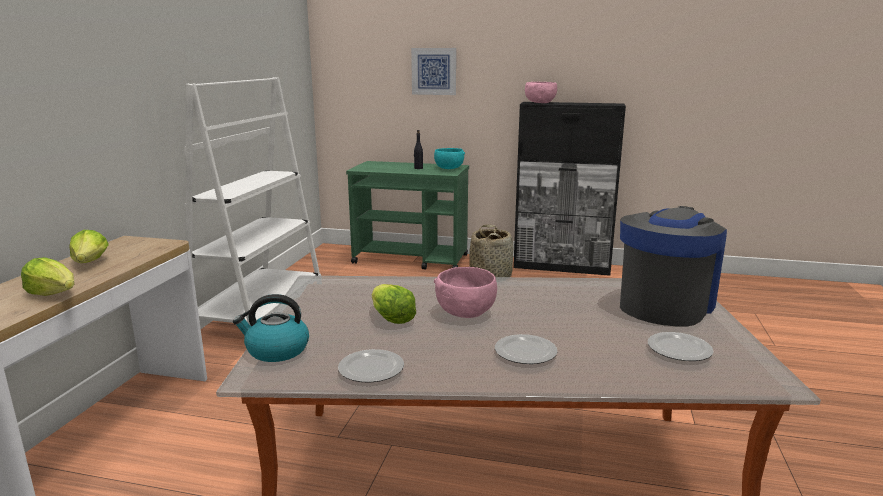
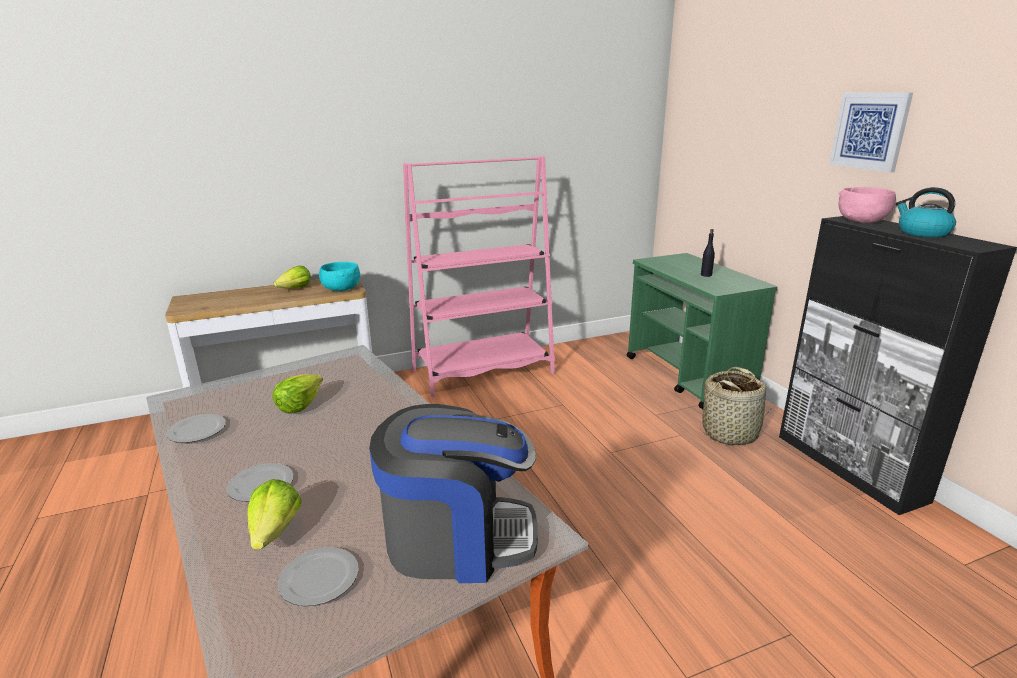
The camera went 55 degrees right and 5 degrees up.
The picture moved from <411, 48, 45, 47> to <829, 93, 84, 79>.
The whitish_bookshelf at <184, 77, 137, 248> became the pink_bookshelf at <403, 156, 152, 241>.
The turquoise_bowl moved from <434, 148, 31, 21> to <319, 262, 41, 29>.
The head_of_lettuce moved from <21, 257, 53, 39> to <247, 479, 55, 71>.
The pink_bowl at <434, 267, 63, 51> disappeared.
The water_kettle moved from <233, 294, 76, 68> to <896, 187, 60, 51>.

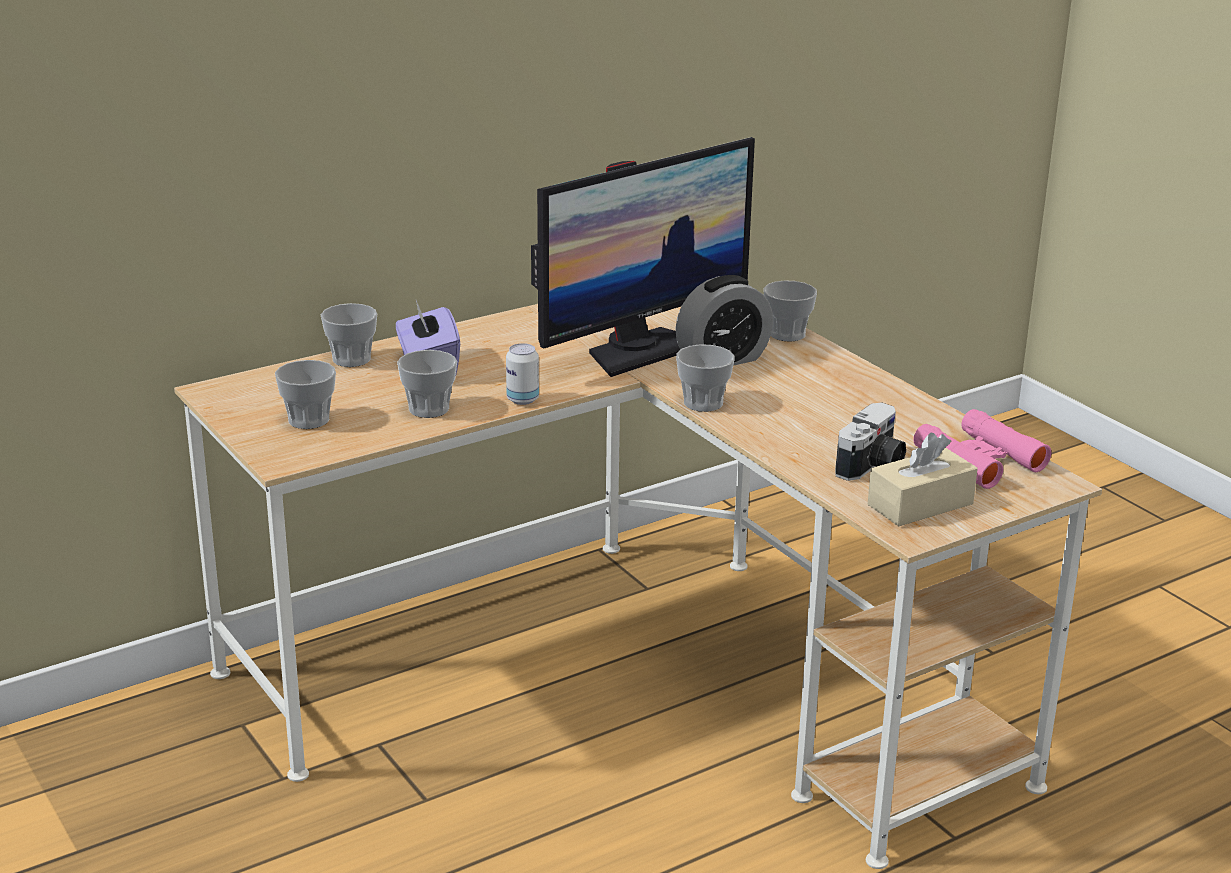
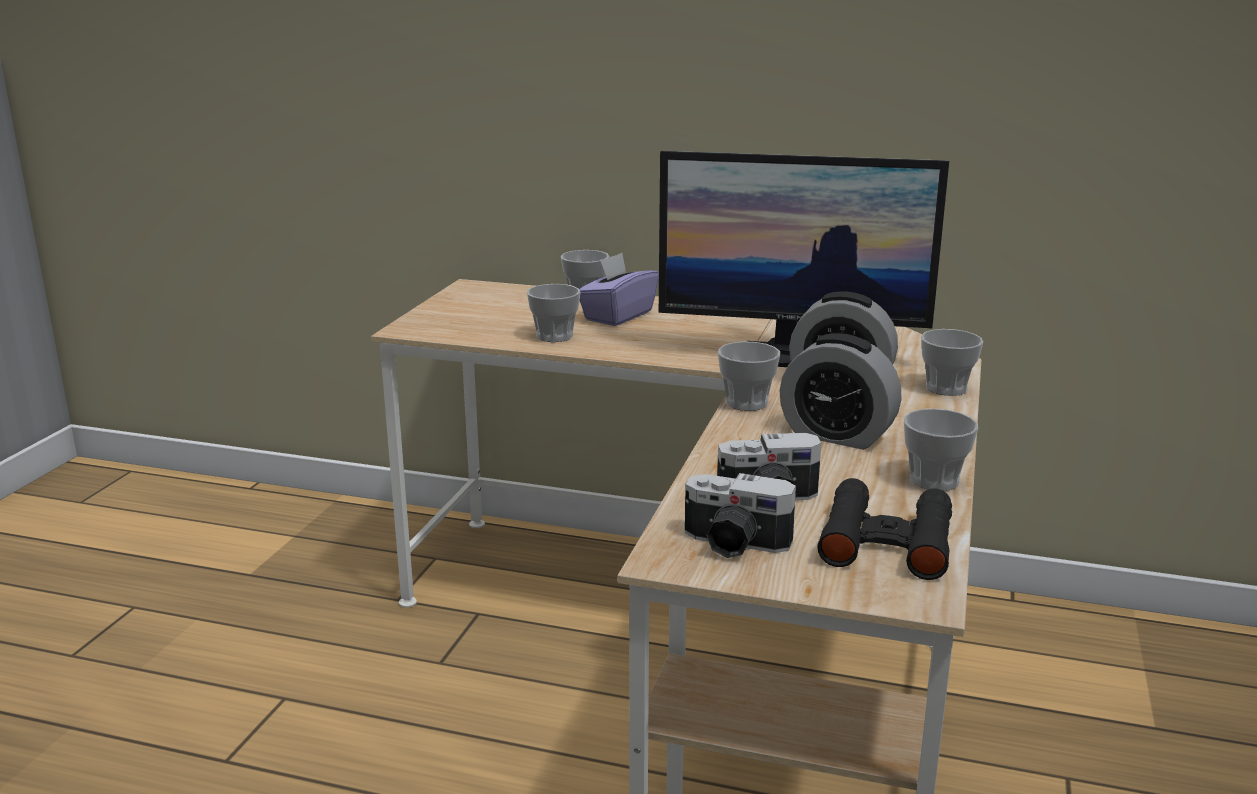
The camera went 50 degrees right and 5 degrees down.
The can at <506, 343, 33, 62> disappeared.
The drinking_cup moved from <275, 360, 61, 69> to <904, 408, 74, 83>.
The pink_binoculars at <913, 409, 138, 80> became the black_binoculars at <817, 478, 135, 102>.
The beige-coloured_tissue_holder at <868, 433, 110, 93> was replaced by the photo_camera at <685, 473, 111, 85>.
The table_clock at <780, 333, 122, 117> appeared.

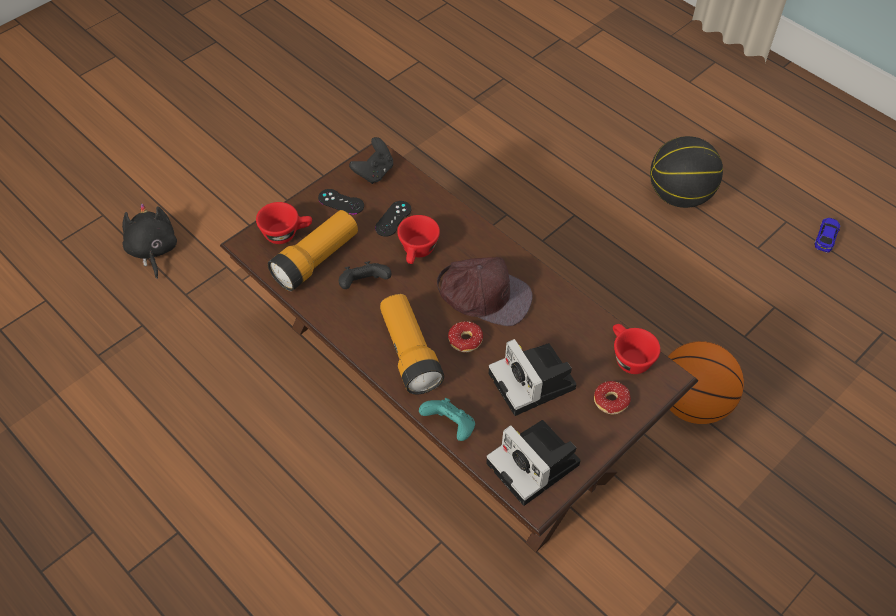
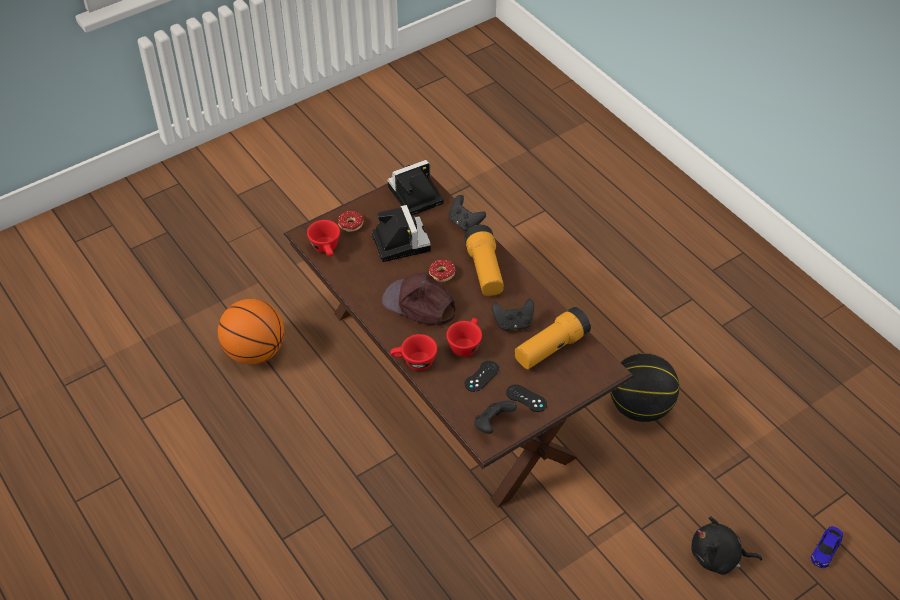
The camera went 170 degrees left and 5 degrees down.
The basketball moved from <650, 136, 73, 72> to <610, 353, 69, 69>.
The red_drinking_cup moved from <256, 202, 56, 42> to <390, 334, 47, 37>.
The black_cuddly_toy at <122, 203, 55, 76> turned 105 degrees clockwise.
The model_car moved from <814, 218, 26, 35> to <810, 526, 33, 42>.
The turquoise_game_controller at <419, 398, 56, 43> became the black_game_controller at <449, 195, 37, 36>.
The photo_camera at <486, 420, 95, 86> turned 90 degrees counterclockwise.

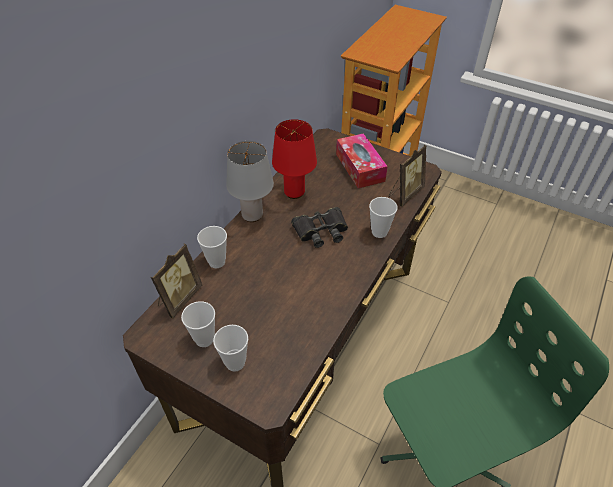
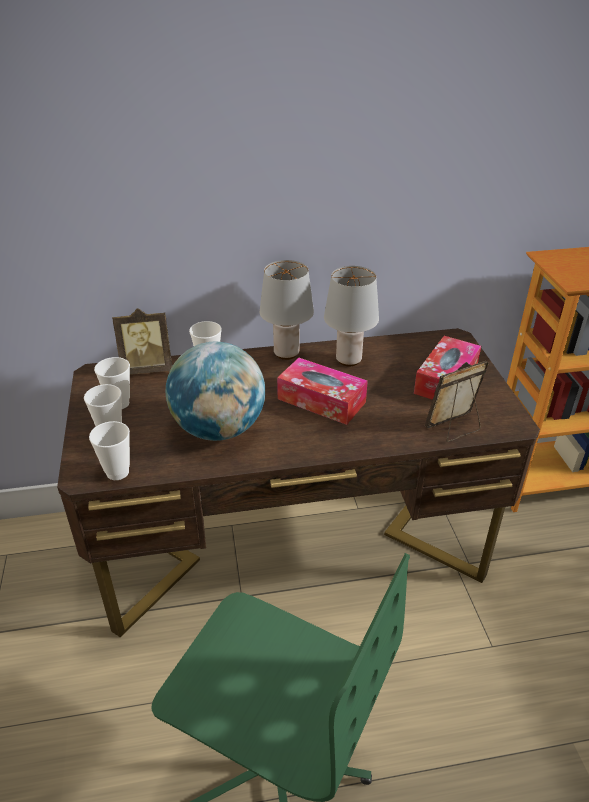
The camera went 50 degrees right and 10 degrees down.
The red_table_lamp at <272, 119, 45, 80> became the greyish_table_lamp at <324, 266, 55, 101>.
The standing_frame at <389, 145, 37, 62> turned 150 degrees clockwise.
The drinking_cup moved from <369, 197, 28, 41> to <89, 421, 41, 59>.
The black_binoculars at <291, 207, 57, 41> was replaced by the tissue_holder at <277, 358, 91, 67>.
The desk_globe at <166, 342, 99, 99> appeared.

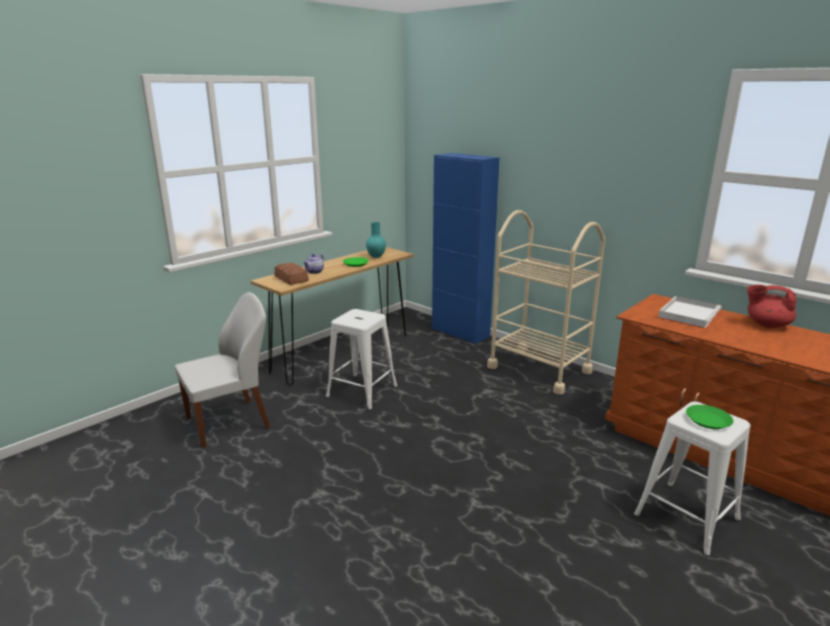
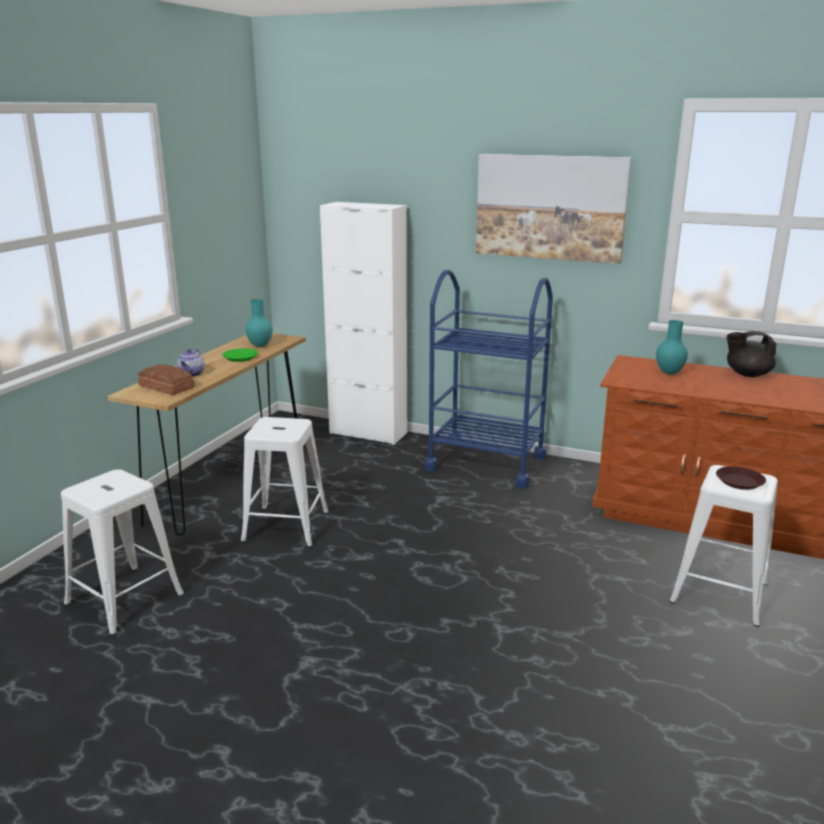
The camera went 20 degrees left and 0 degrees up.
The blue-coloured_storage_cabinet at <432, 153, 68, 191> became the whitish_storage_cabinet at <320, 202, 87, 243>.
The beige-coloured_cart at <487, 210, 118, 185> became the blue-coloured_cart at <425, 270, 128, 218>.
The red_tea_pot at <747, 285, 50, 43> became the black_tea_pot at <726, 331, 51, 46>.
The whitish_upright_chair at <175, 292, 95, 156> was replaced by the whitish_stool at <61, 469, 123, 167>.
The whitish_carrying_tray at <658, 296, 64, 32> was replaced by the turquoise_flower_vase at <656, 320, 32, 54>.
The green-coloured_plate at <686, 405, 48, 24> became the brown_plate at <716, 466, 50, 24>.
The picture at <476, 154, 156, 110> appeared.

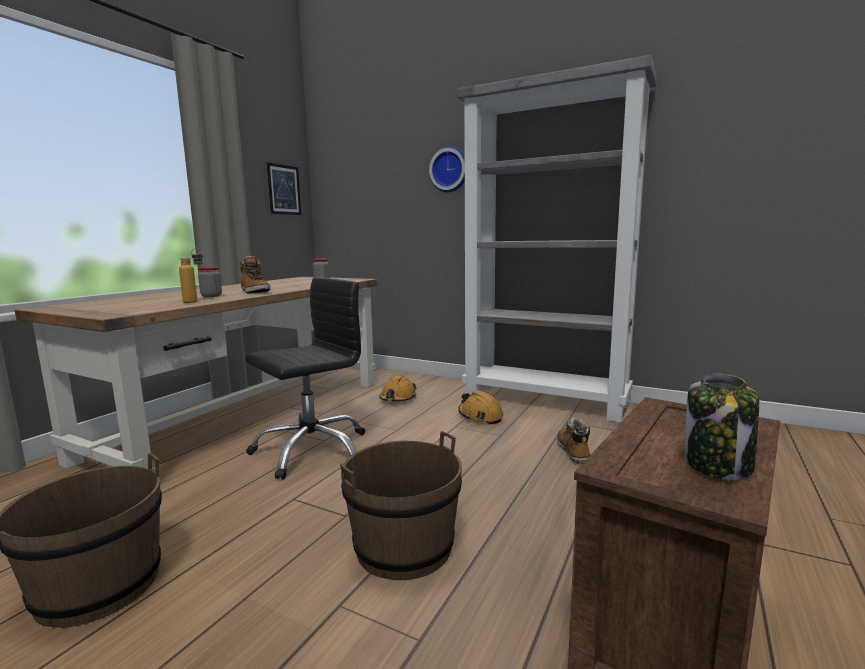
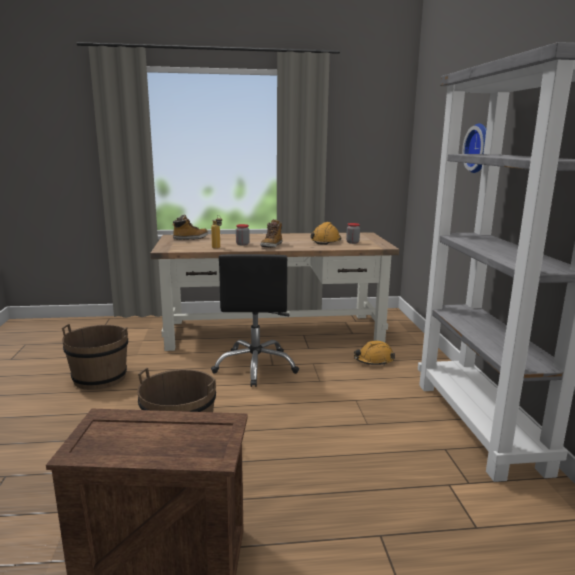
The camera went 55 degrees right and 5 degrees up.
The picture at <267, 162, 34, 53> disappeared.
The black_desk_chair at <245, 277, 120, 202> turned 75 degrees clockwise.
The jar at <685, 374, 74, 106> disappeared.
The orangey_safety_helmet moved from <458, 390, 46, 35> to <310, 222, 31, 23>.
The tall_boot moved from <557, 417, 33, 47> to <172, 215, 36, 25>.

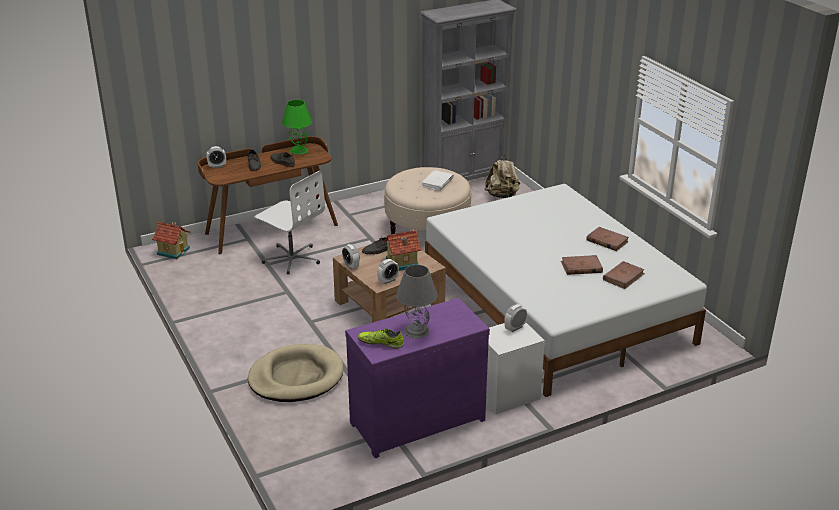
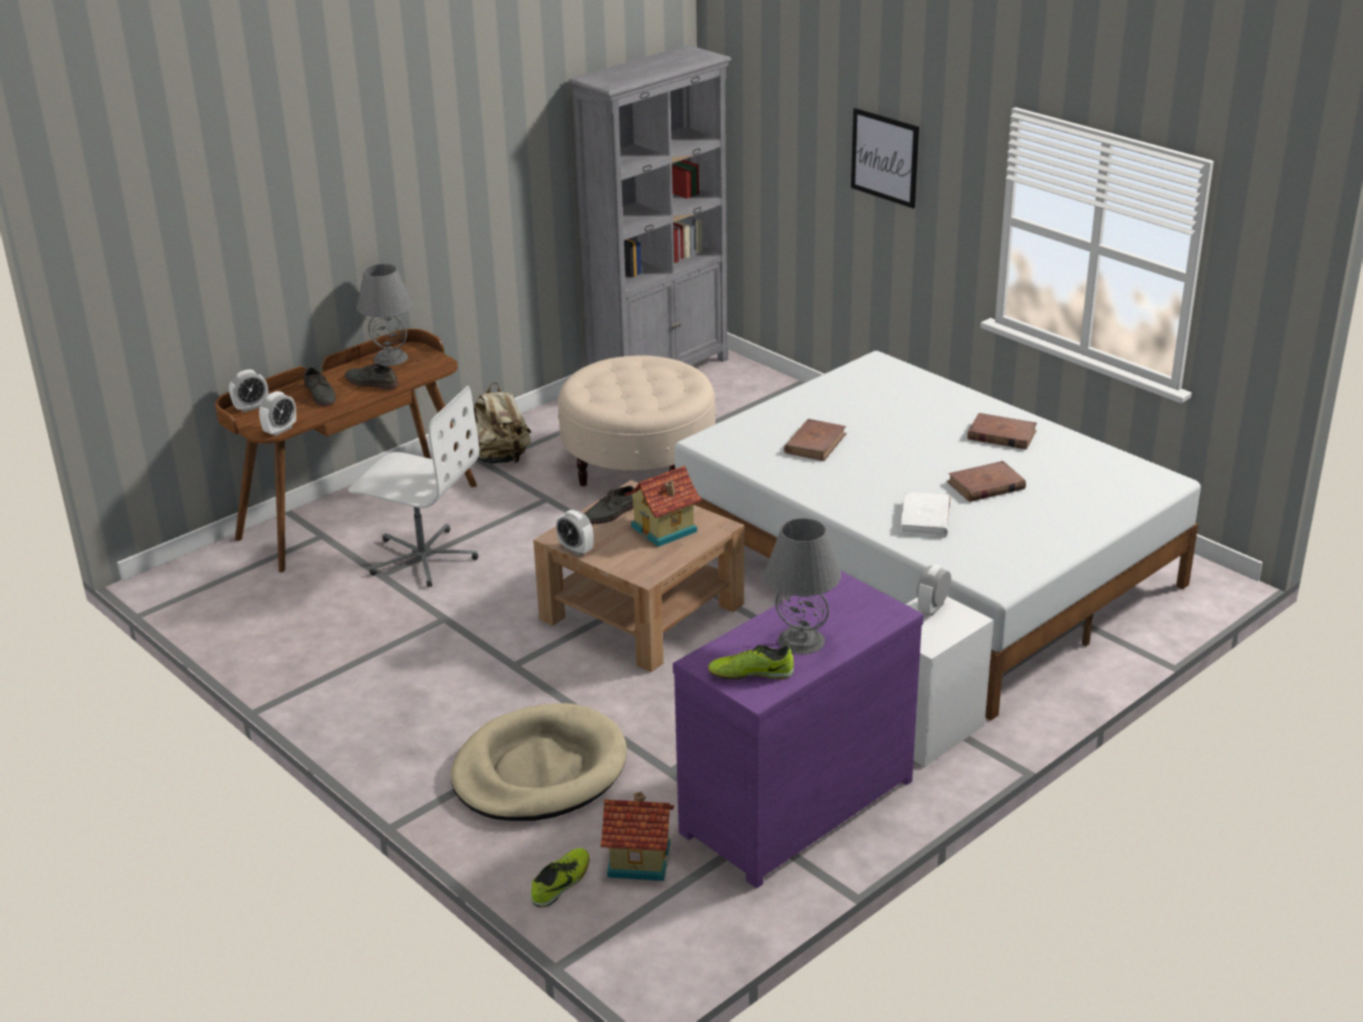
The camera went 15 degrees left and 0 degrees up.
The green-coloured_table_lamp at <282, 100, 30, 55> became the greyish_table_lamp at <357, 264, 55, 102>.
The beige-coloured_knapsack moved from <484, 155, 36, 43> to <466, 382, 65, 82>.
The whitish_bound_book moved from <421, 170, 33, 21> to <899, 492, 52, 45>.
The model_house moved from <152, 222, 38, 37> to <601, 791, 73, 90>.
The table_clock moved from <377, 259, 22, 25> to <259, 391, 37, 45>.
The brown_bound_book moved from <603, 261, 42, 28> to <784, 419, 63, 42>.
The picture at <851, 108, 68, 100> appeared.
The item_of_footwear at <531, 848, 59, 59> appeared.

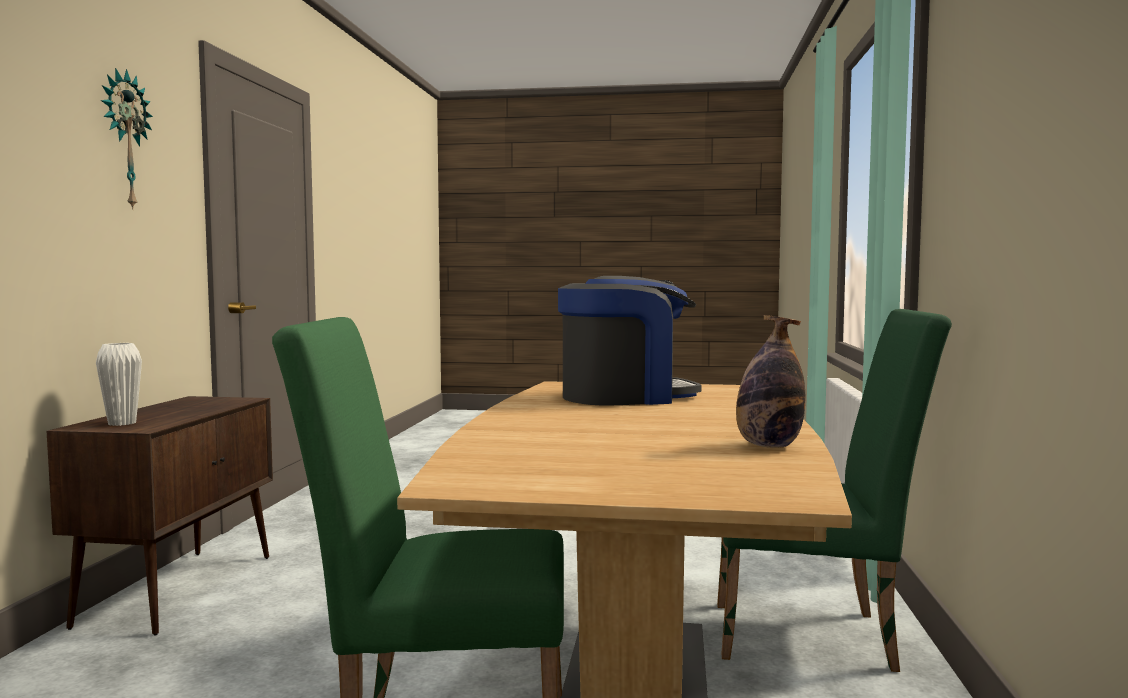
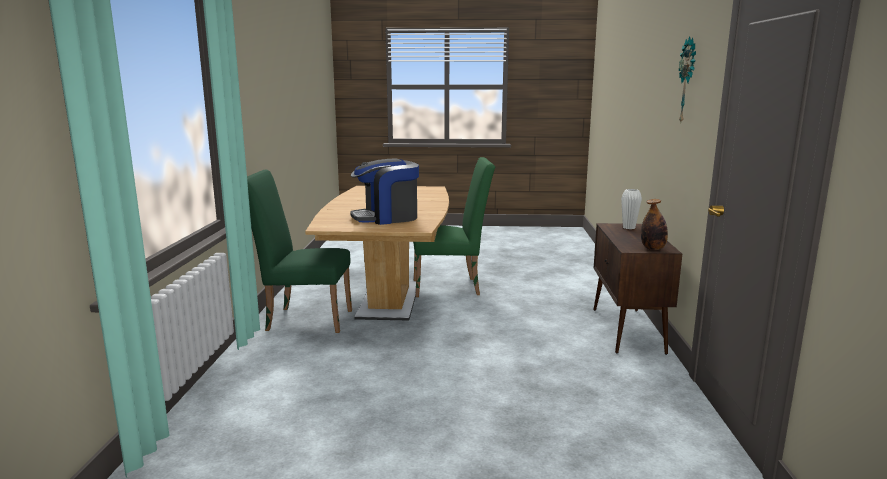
The camera went 175 degrees right and 10 degrees up.
The drink_bottle moved from <736, 315, 69, 133> to <641, 199, 27, 51>.

